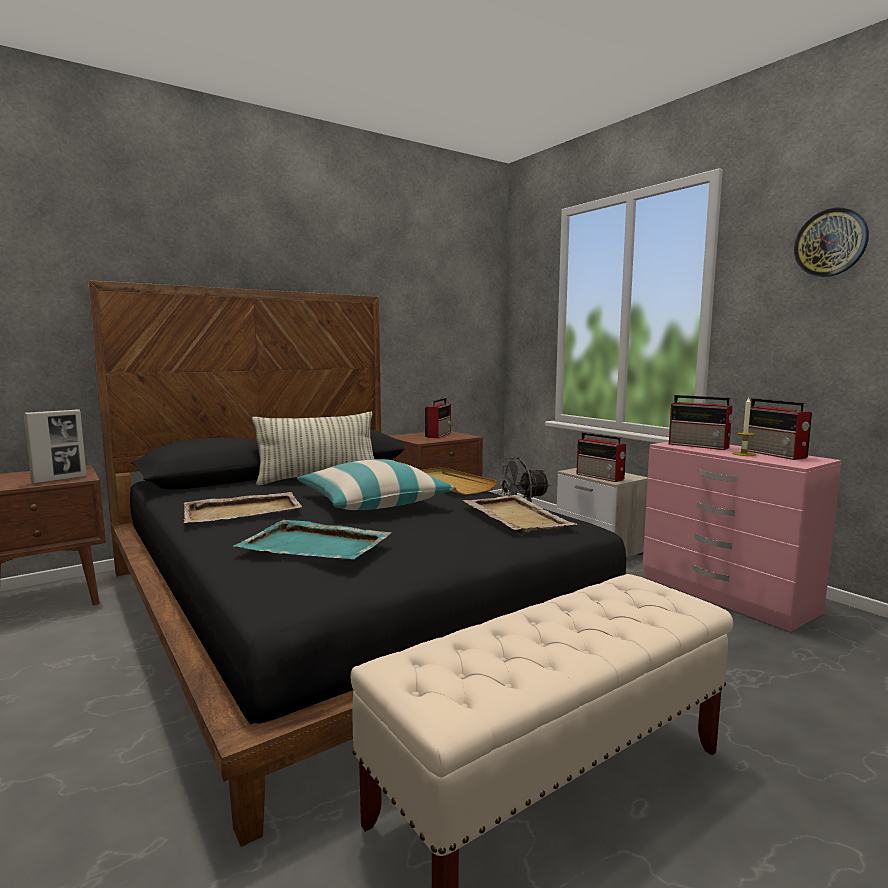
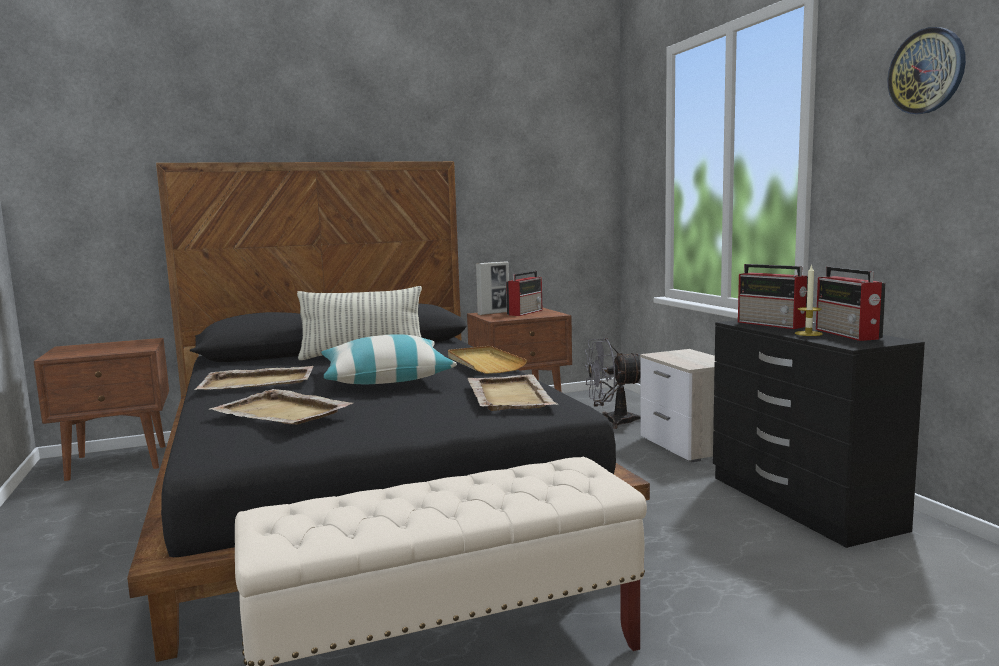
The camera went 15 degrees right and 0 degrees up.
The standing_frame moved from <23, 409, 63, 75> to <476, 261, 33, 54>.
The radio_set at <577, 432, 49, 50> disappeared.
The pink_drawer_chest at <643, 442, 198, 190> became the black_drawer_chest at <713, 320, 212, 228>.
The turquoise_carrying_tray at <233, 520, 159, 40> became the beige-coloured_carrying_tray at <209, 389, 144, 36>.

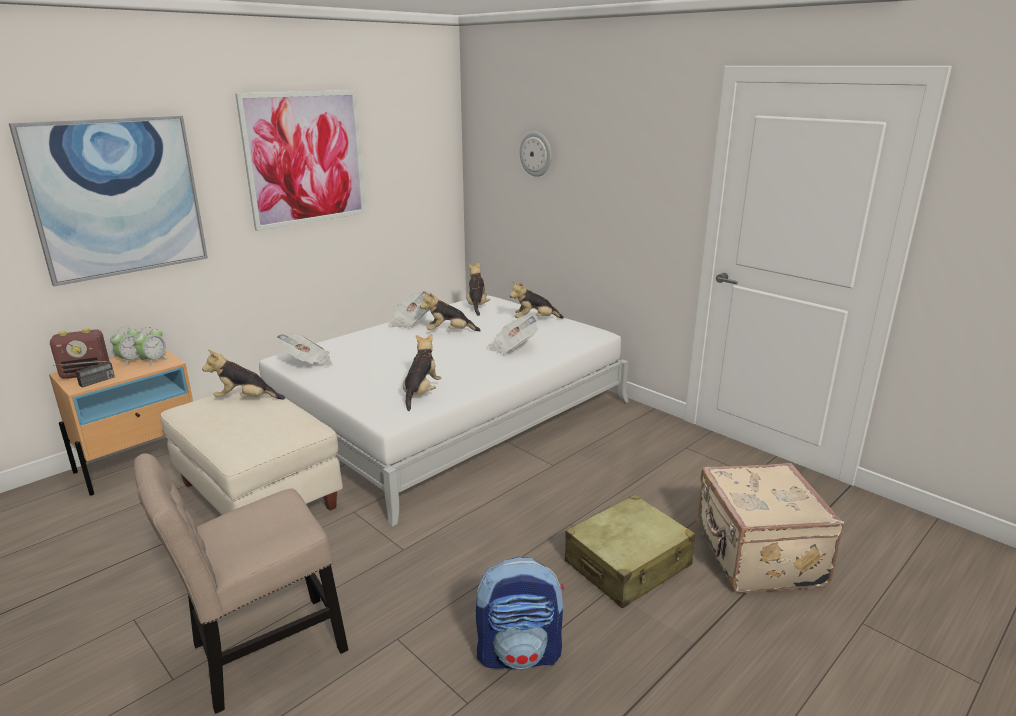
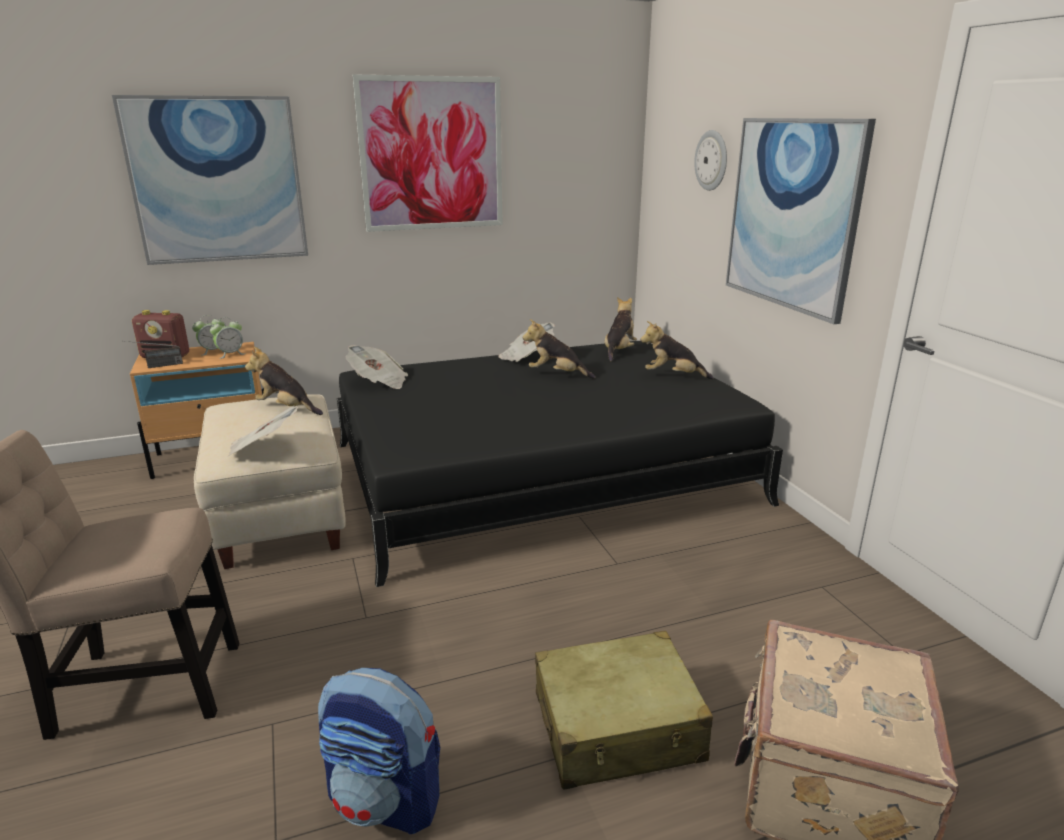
The camera went 25 degrees right and 0 degrees up.
The whitish_sleeping_bed at <259, 295, 370, 232> became the black_sleeping_bed at <337, 341, 446, 246>.
The printed_paper moved from <486, 316, 52, 38> to <228, 405, 70, 51>.
The cuddly_toy at <403, 334, 38, 77> disappeared.
The picture at <726, 118, 150, 206> appeared.

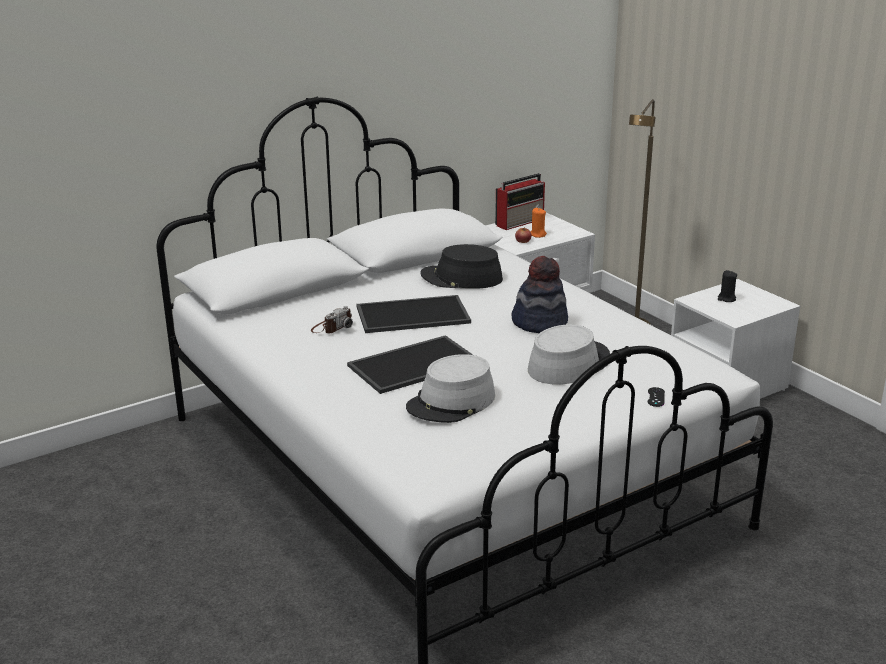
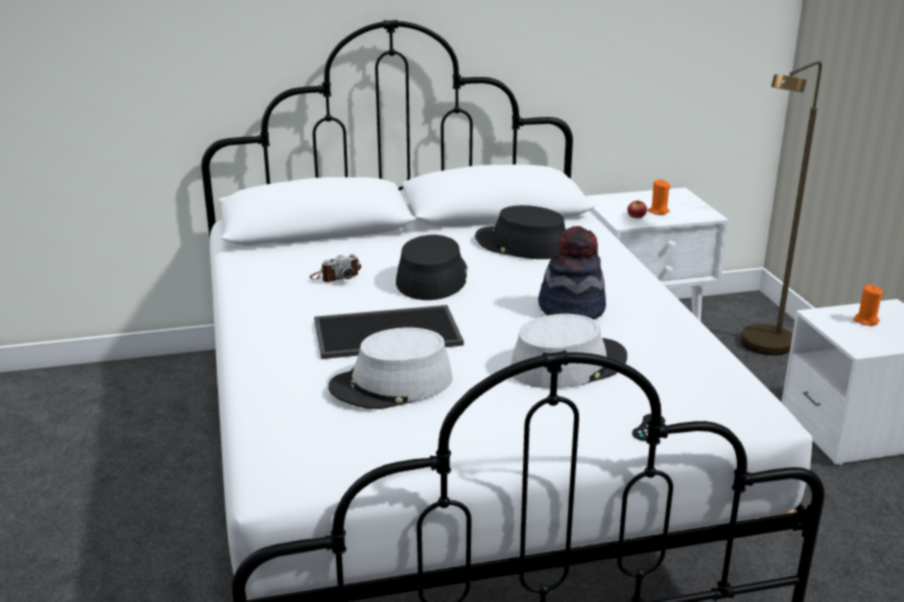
The camera went 20 degrees right and 0 degrees up.
The radio_set at <495, 173, 50, 57> disappeared.
The black_wax_light at <718, 270, 19, 32> became the orangey_wax_light at <853, 284, 30, 42>.
The carrying_tray at <357, 295, 114, 38> was replaced by the black_wearable_hat at <396, 235, 71, 65>.

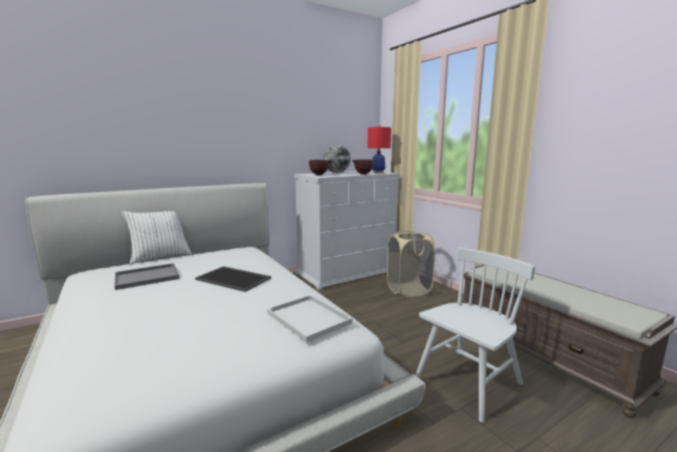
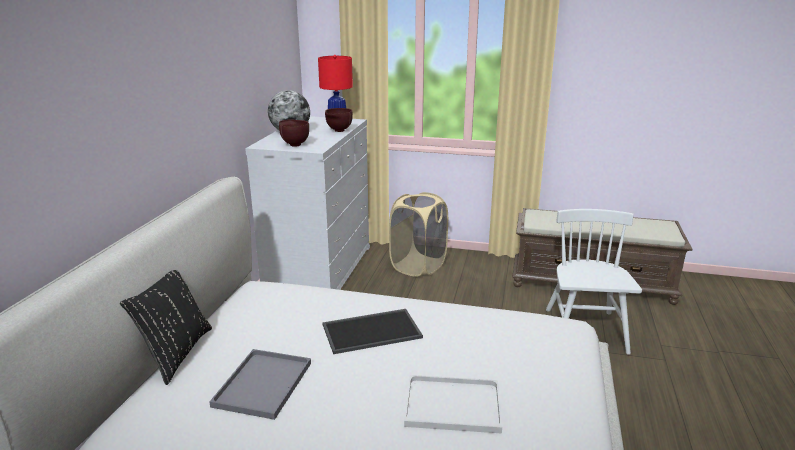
The camera went 45 degrees left and 10 degrees up.
The whitish_cushion at <122, 211, 70, 54> became the black_cushion at <120, 270, 92, 115>.
The whitish_carrying_tray moved from <267, 295, 85, 48> to <404, 375, 98, 59>.

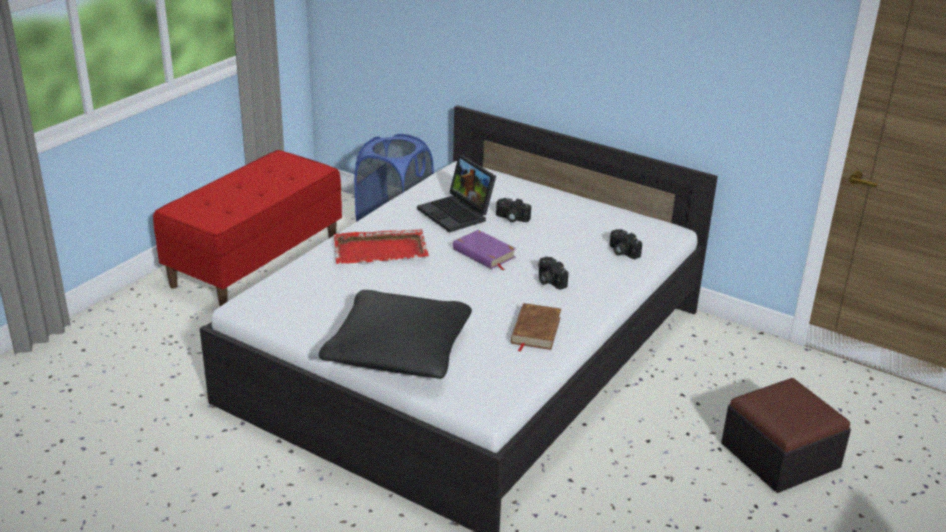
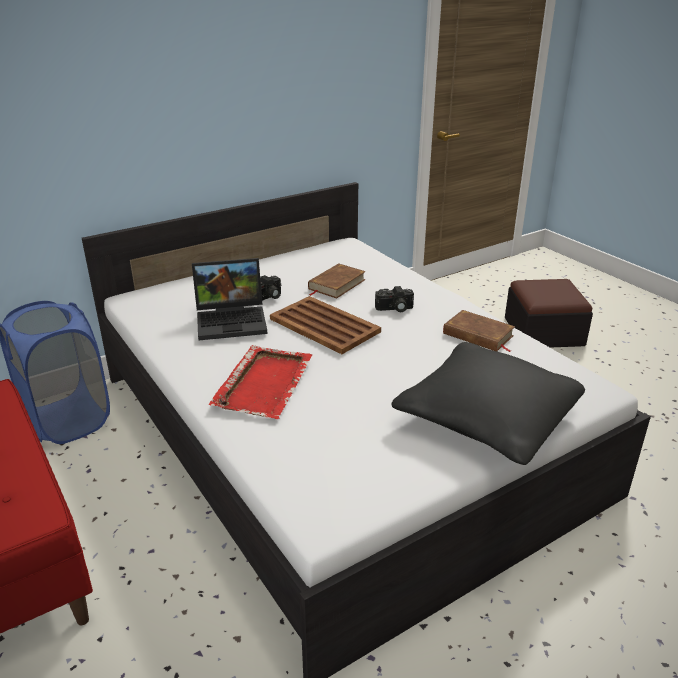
The camera went 65 degrees left and 0 degrees up.
The photo_camera at <609, 229, 33, 30> disappeared.
The purplish_bound_book at <453, 230, 63, 40> was replaced by the brown_carrying_tray at <270, 296, 111, 58>.
The brown_bound_book at <308, 263, 58, 36> appeared.

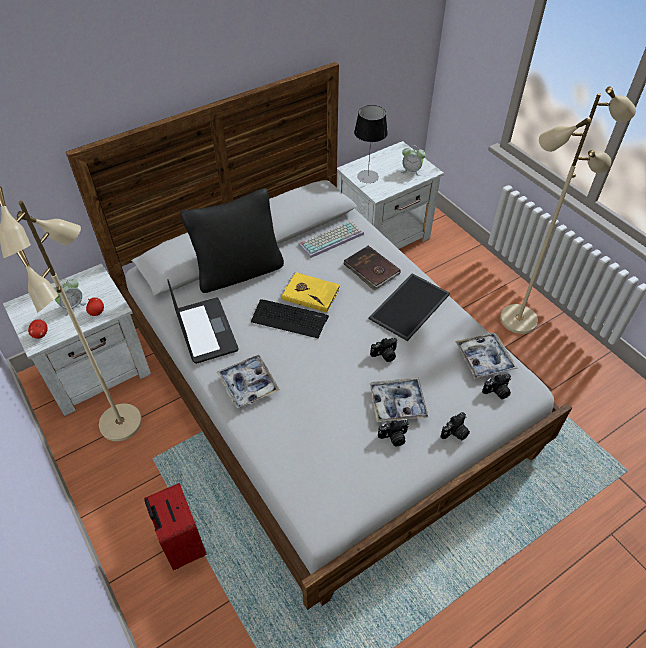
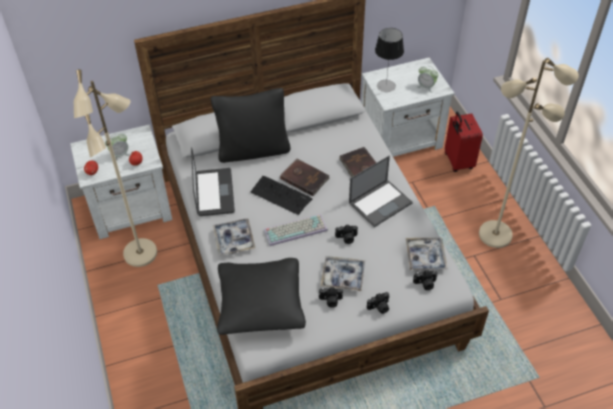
The camera went 15 degrees right and 0 degrees up.
The keyboard moved from <298, 220, 66, 38> to <264, 214, 64, 32>.
The yellow_bound_book at <282, 272, 59, 41> became the brown_bound_book at <280, 158, 50, 38>.
The carrying_tray at <369, 273, 81, 68> was replaced by the laptop at <349, 156, 64, 71>.
The red_travel_case moved from <144, 483, 63, 87> to <445, 111, 38, 61>.
The black_cushion at <217, 258, 89, 77> appeared.

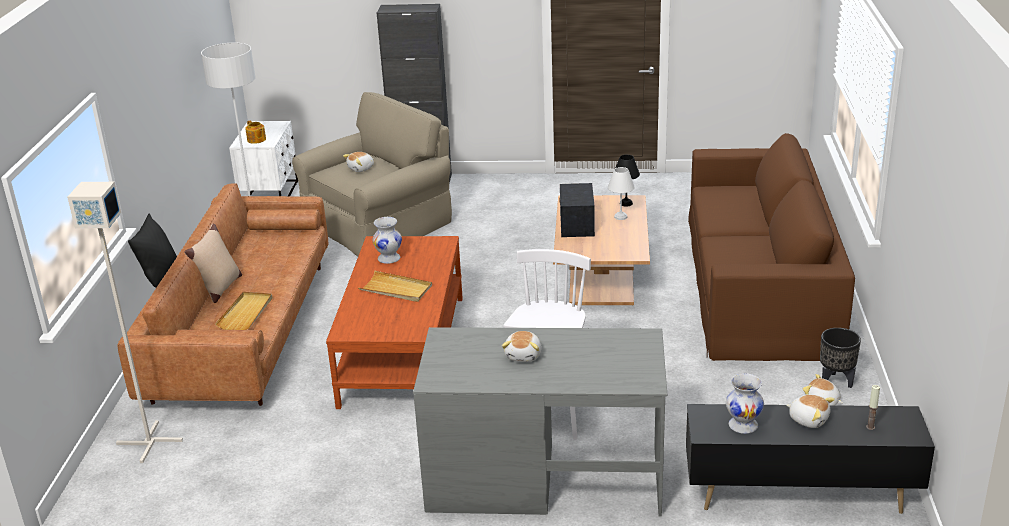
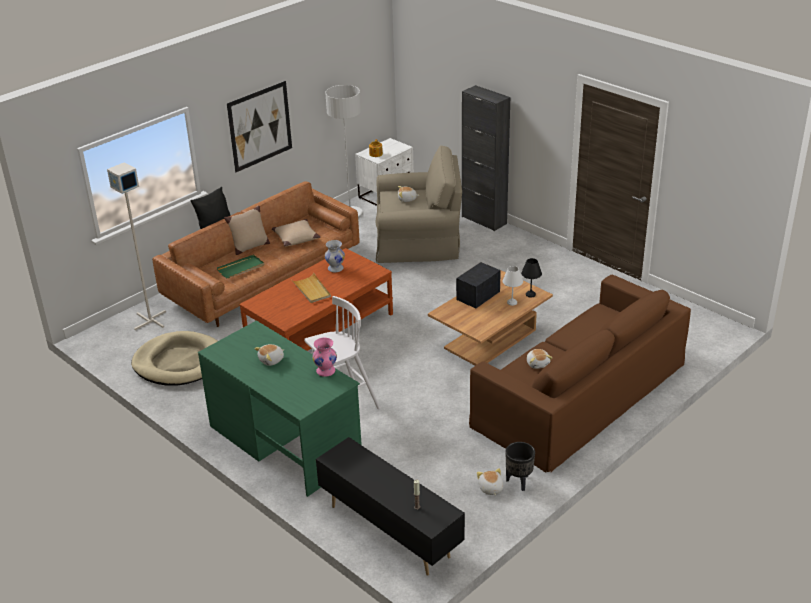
The camera went 40 degrees right and 5 degrees up.
The beige-coloured_carrying_tray at <215, 292, 57, 38> became the green-coloured_carrying_tray at <217, 254, 47, 25>.
The greyish_desk_table at <413, 327, 254, 190> became the green-coloured_desk_table at <198, 320, 164, 177>.
The whitish_flower_vase at <726, 373, 38, 61> disappeared.
The cuddly_toy moved from <786, 395, 49, 33> to <527, 349, 25, 20>.
The picture at <227, 81, 65, 91> appeared.
The beige-coloured_cushion at <272, 219, 48, 28> appeared.
The beige-coloured_dog_bed at <131, 331, 87, 55> appeared.
The pink_flower_vase at <312, 338, 25, 39> appeared.

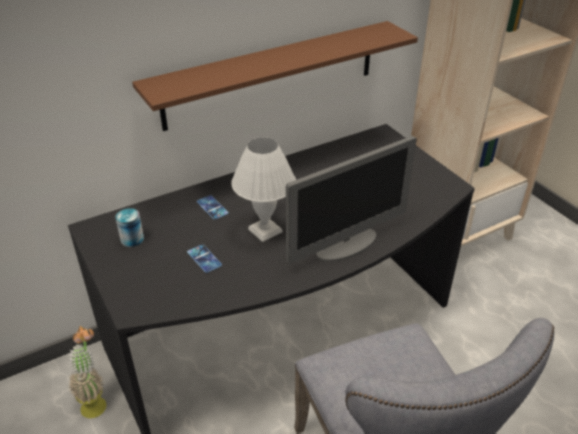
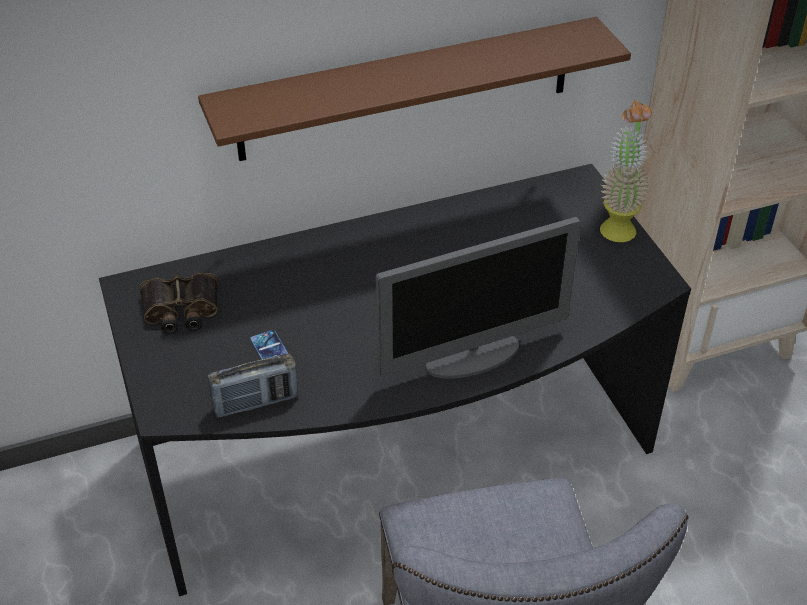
The camera went 10 degrees right and 5 degrees up.
The whitish_table_lamp at <231, 137, 65, 105> disappeared.
The handset at <197, 195, 32, 25> disappeared.
The can at <115, 208, 29, 39> was replaced by the binoculars at <140, 273, 78, 61>.
The potted_plant moved from <68, 326, 38, 92> to <600, 99, 52, 143>.
The radio_set at <208, 353, 90, 65> appeared.

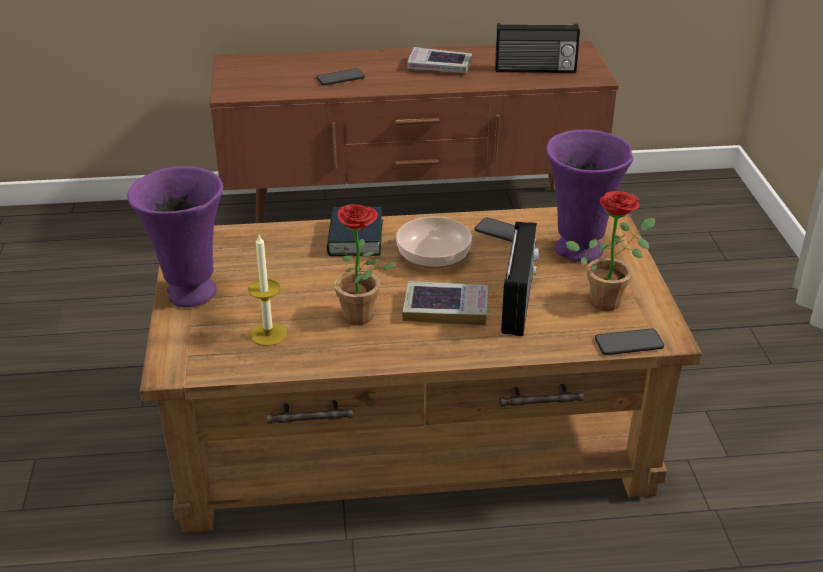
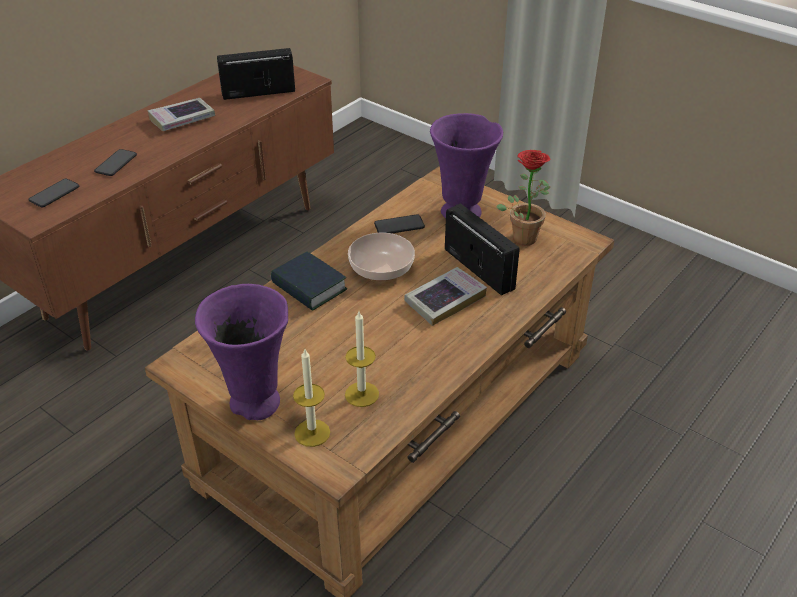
The camera went 45 degrees left and 5 degrees up.
The radio_set at <495, 23, 85, 50> turned 150 degrees counterclockwise.
The potted_plant at <327, 204, 69, 121> disappeared.
The handset moved from <595, 329, 69, 26> to <28, 179, 51, 28>.
The wax_light at <293, 349, 37, 98> appeared.

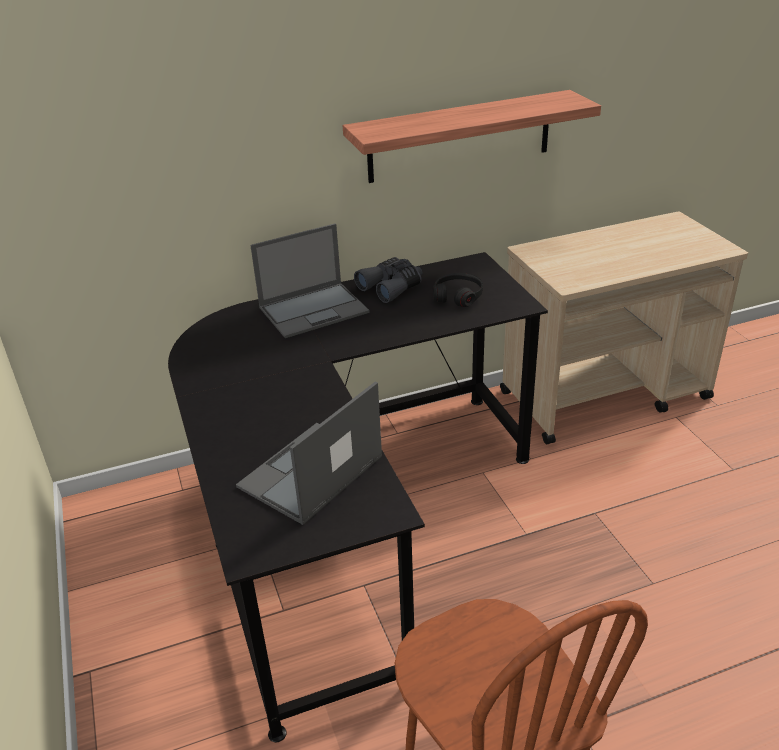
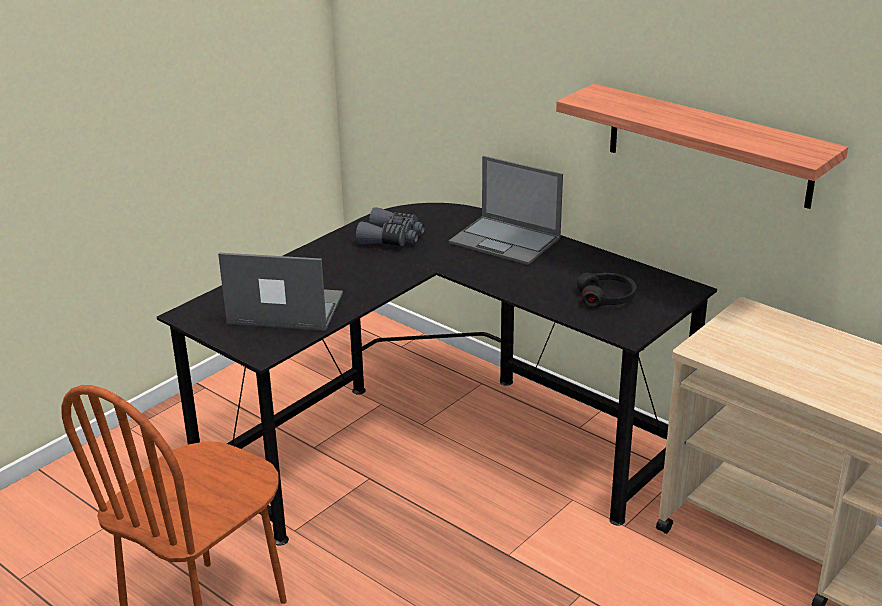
The camera went 60 degrees right and 5 degrees down.
The greyish_binoculars moved from <354, 257, 68, 46> to <356, 207, 69, 39>.

